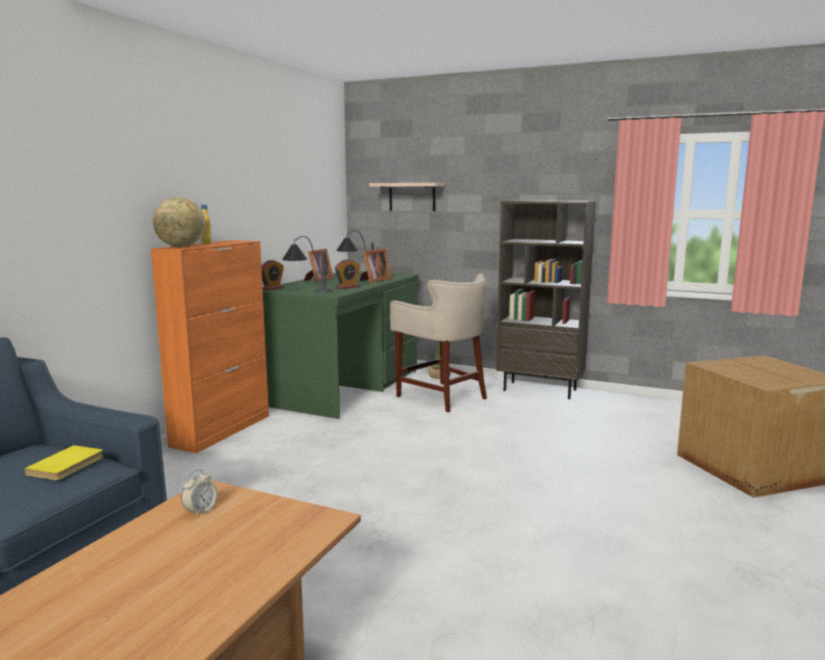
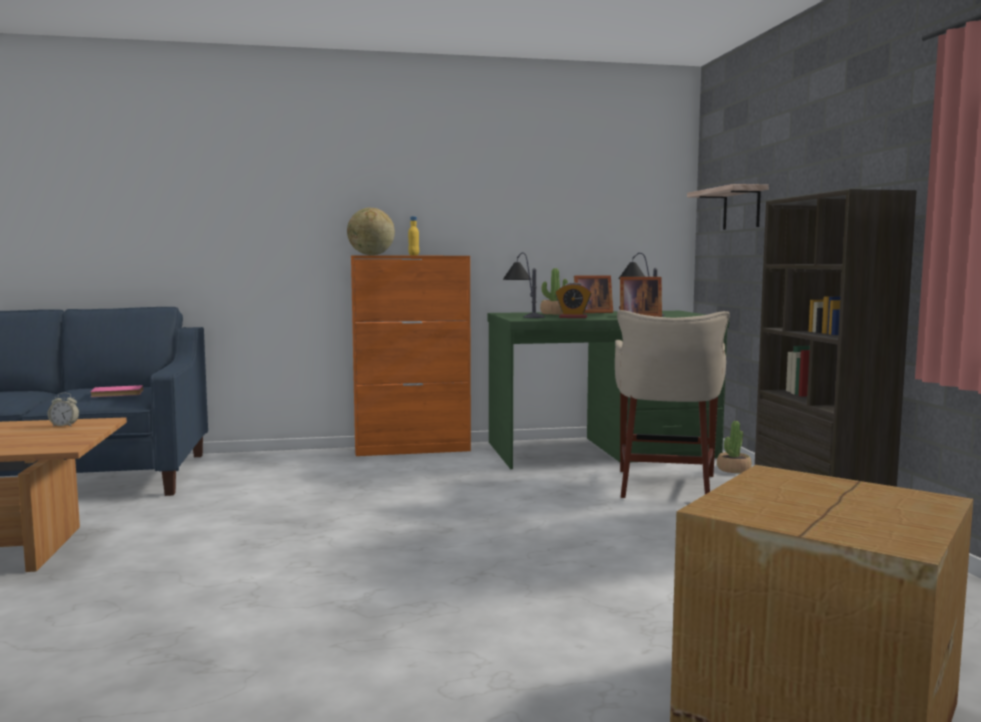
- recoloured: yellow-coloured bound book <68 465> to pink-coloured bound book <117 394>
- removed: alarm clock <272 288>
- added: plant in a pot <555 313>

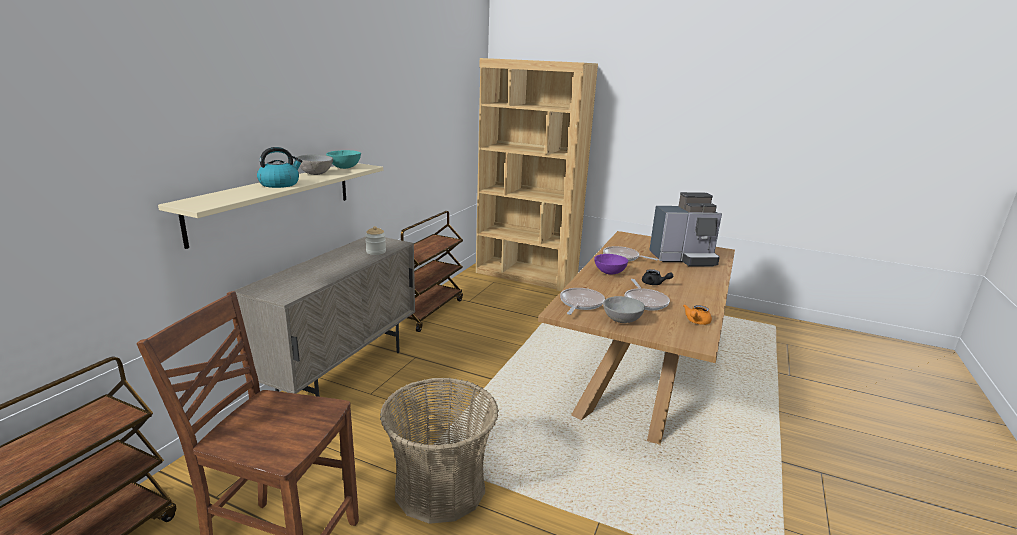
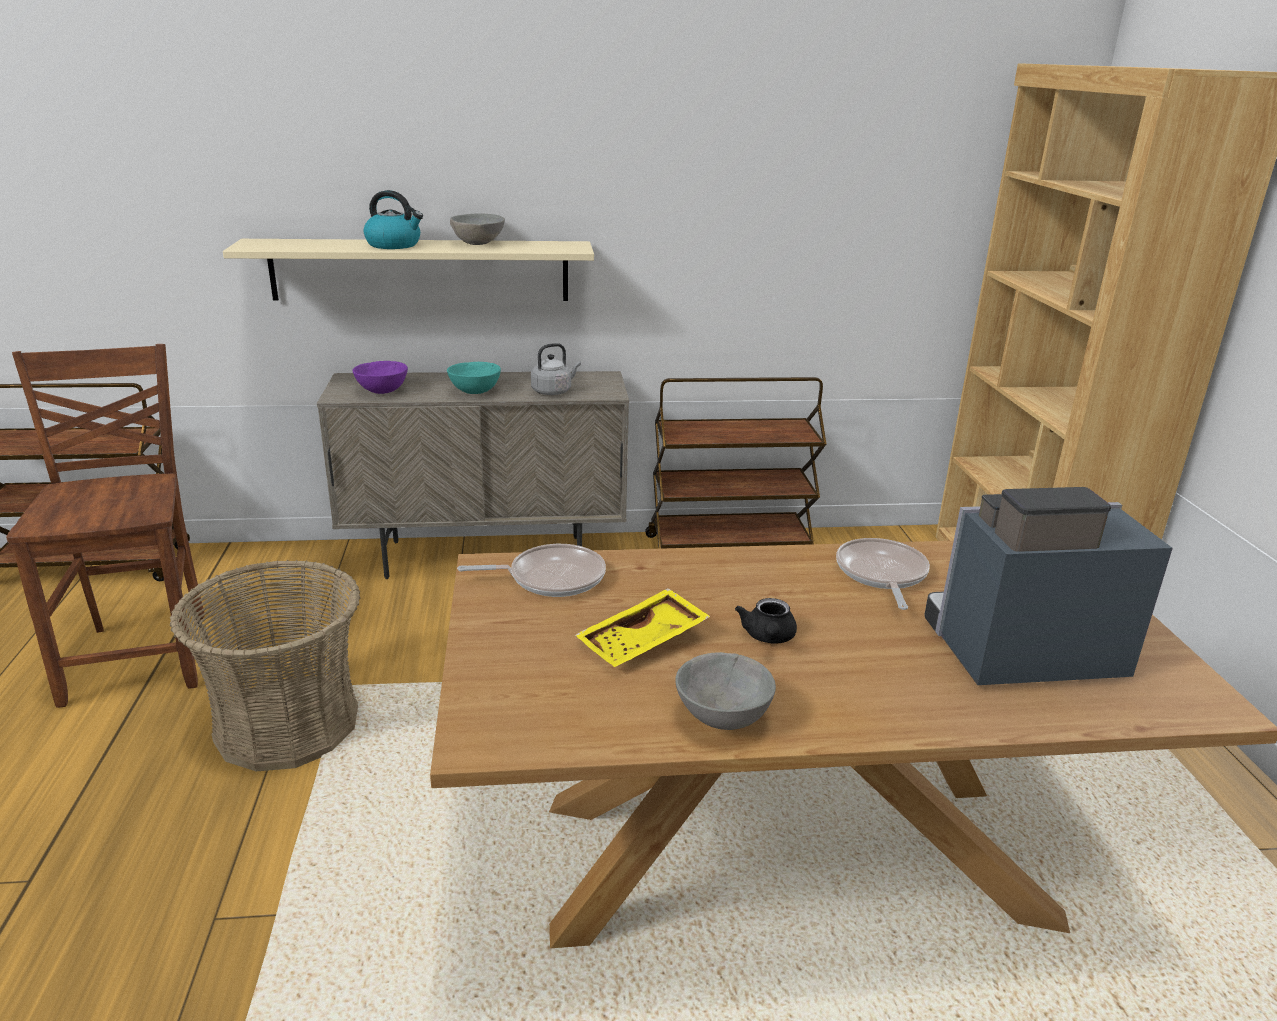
- moved: turquoise deep dish <344 168> to <474 392>
- replaced: storage jar <376 251> to grey water kettle <553 391>
- moved: purple-coloured deep dish <609 273> to <381 392>
- moved: grey deep dish <621 321> to <721 718>
- replaced: frying pan <645 301> to yellow-coloured tray <643 642>
- turned: coffee brewer <684 259> = <1017 652> 120 degrees clockwise
- removed: orange teapot <696 322>

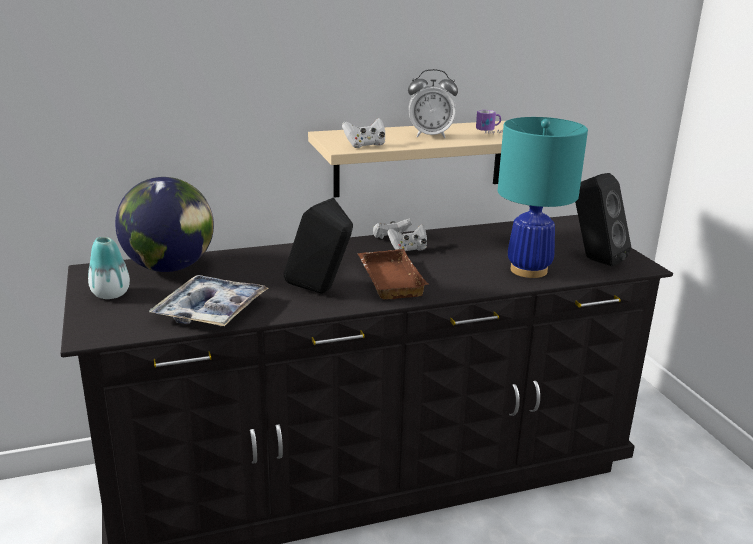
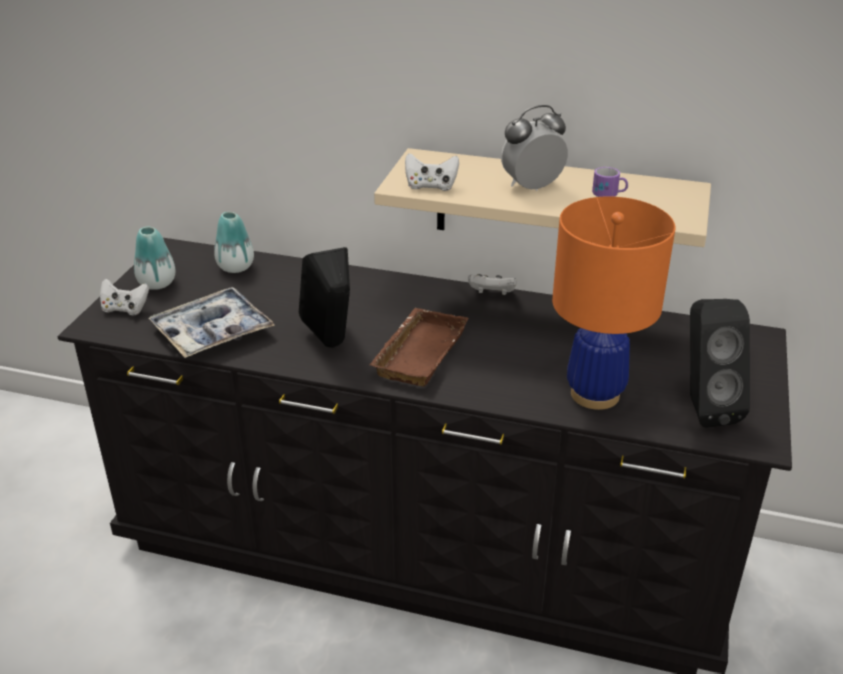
- replaced: globe <169 268> to decorative vase <235 267>
- moved: whitish joypad <408 249> to <125 309>
- turned: alarm clock <430 135> = <532 187> 120 degrees clockwise
- recoloured: turquoise tabletop lamp <528 270> to orange tabletop lamp <594 394>

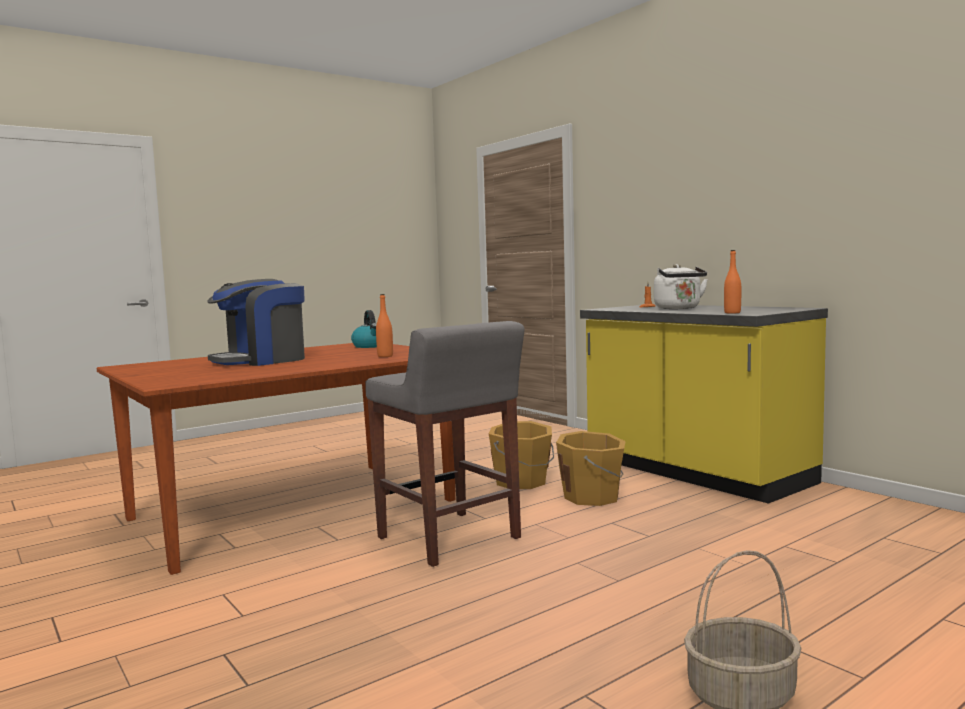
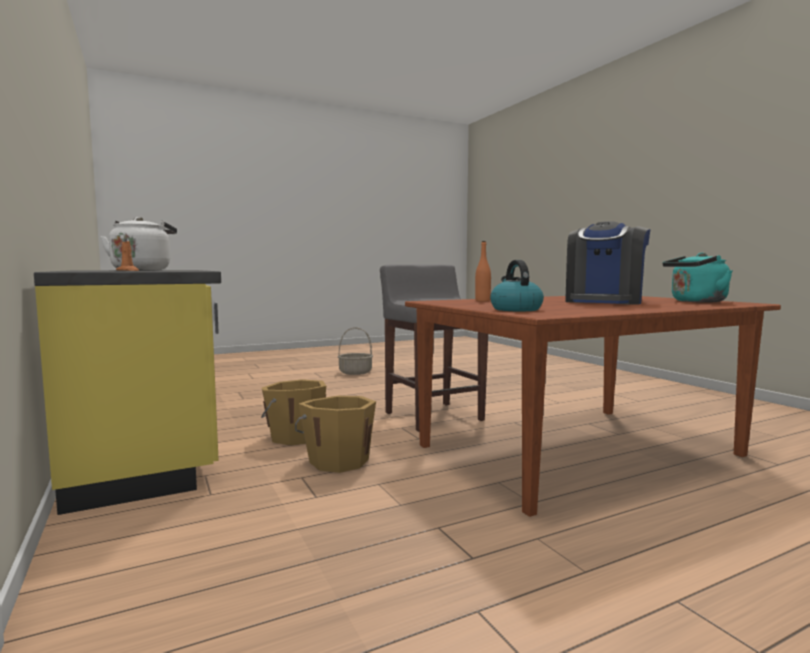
- turned: coffee brewer <261 361> = <604 302> 150 degrees clockwise
- removed: orange beverage bottle <732 313>
- added: turquoise water kettle <696 301>

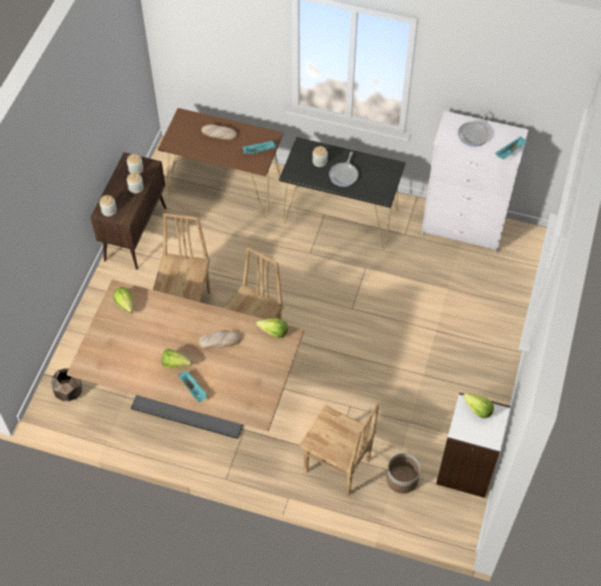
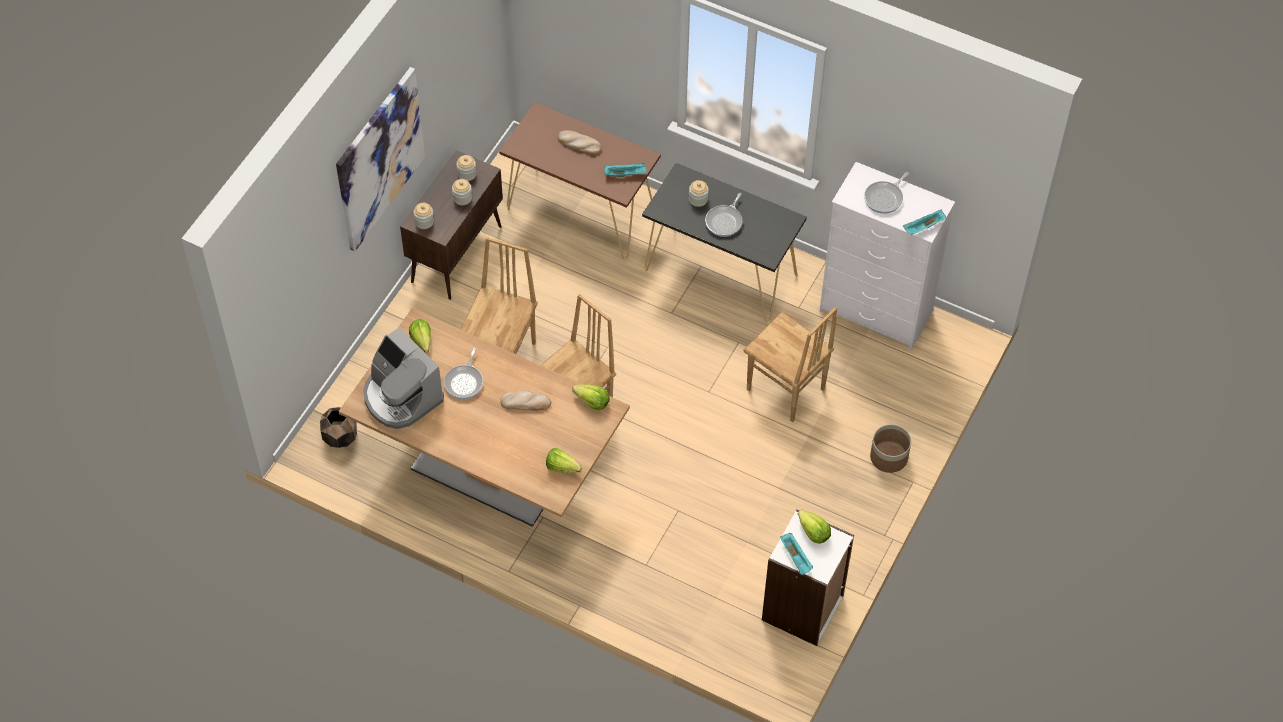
- moved: lettuce head <178 365> to <564 469>
- moved: turquoise tray <193 390> to <796 558>
- moved: brown-coloured chair <337 467> to <785 390>
- moved: planter <402 479> to <888 457>
- added: wall art <379 159>
- added: coffee brewer <401 397>
- added: frying pan <465 382>

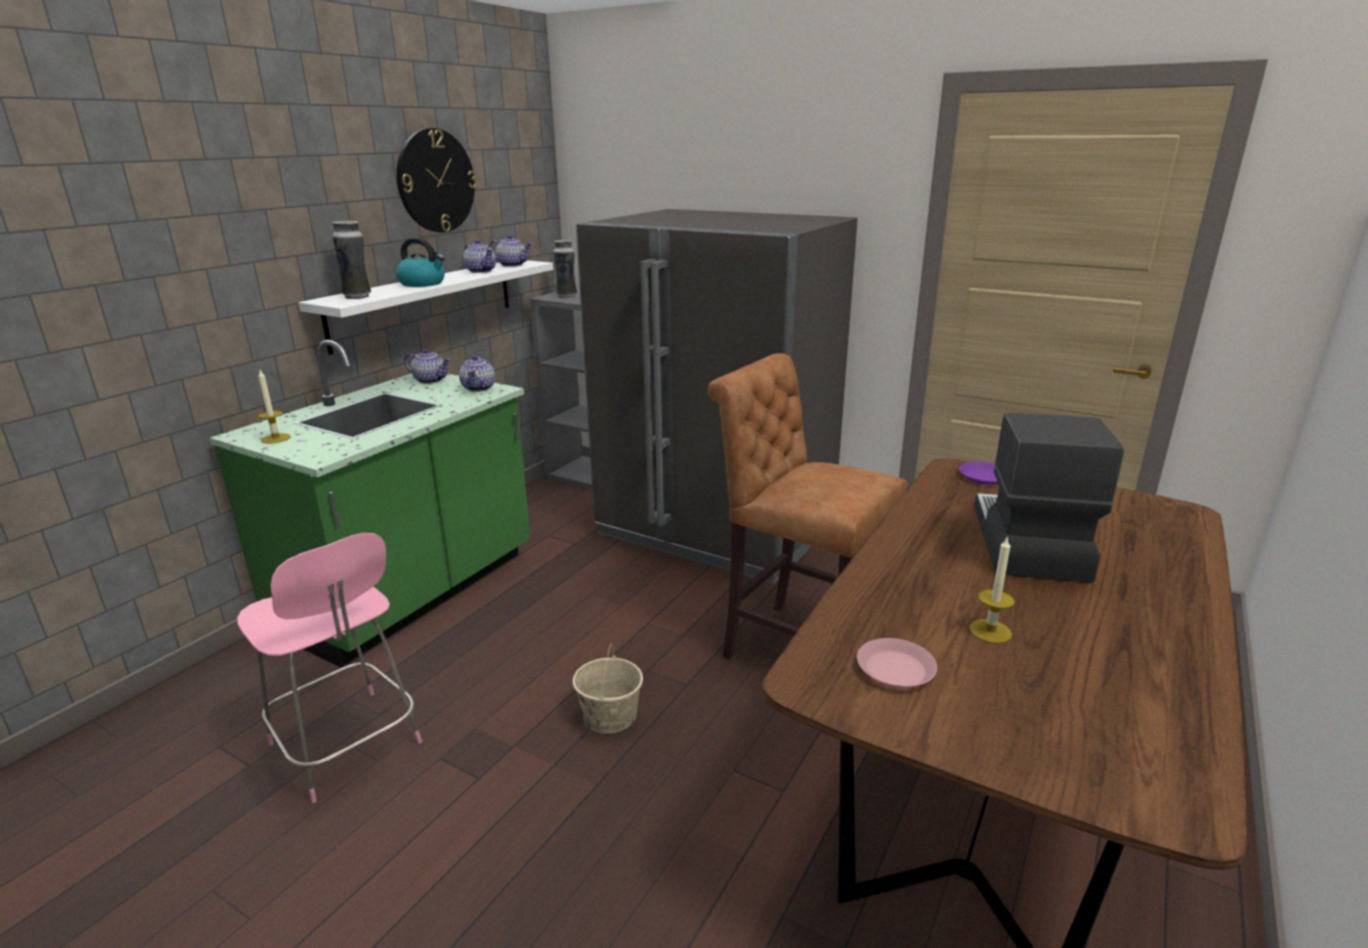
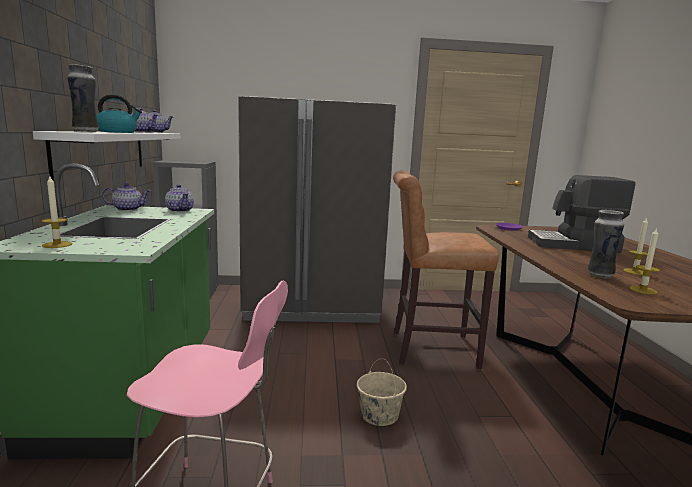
- removed: hanging clock <436 181>
- moved: decorative vase <567 296> to <599 275>
- replaced: pink-coloured dinner plate <895 670> to wax candle <643 290>
- turned: coffee brewer <1026 542> = <573 245> 60 degrees counterclockwise

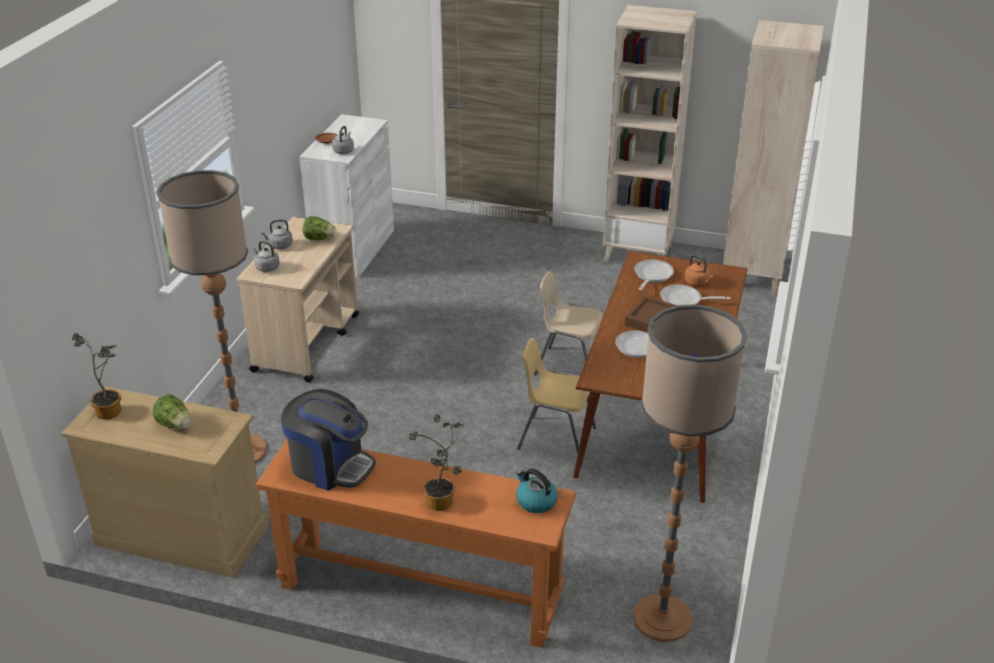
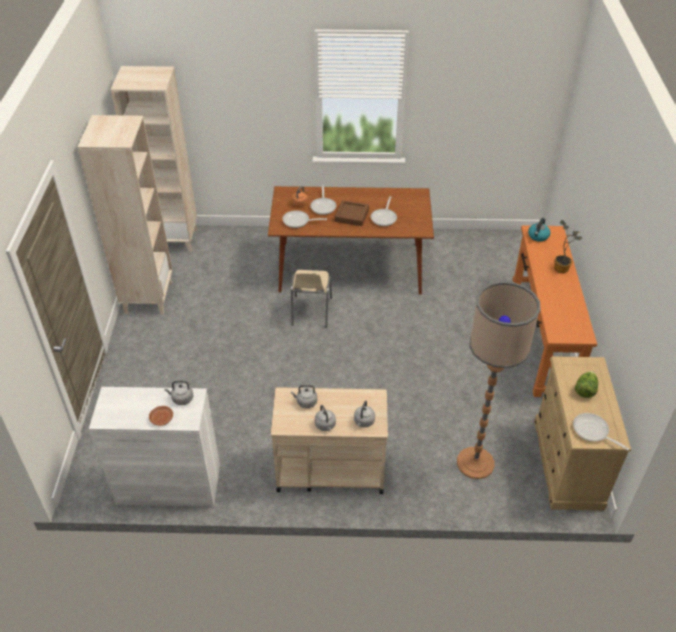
- replaced: plant in a pot <111 409> to frying pan <593 432>
- removed: coffee brewer <330 466>
- replaced: lettuce head <319 239> to grey water kettle <305 402>
- removed: yellow-coloured chair <555 439>
- removed: floor lamp <662 618>

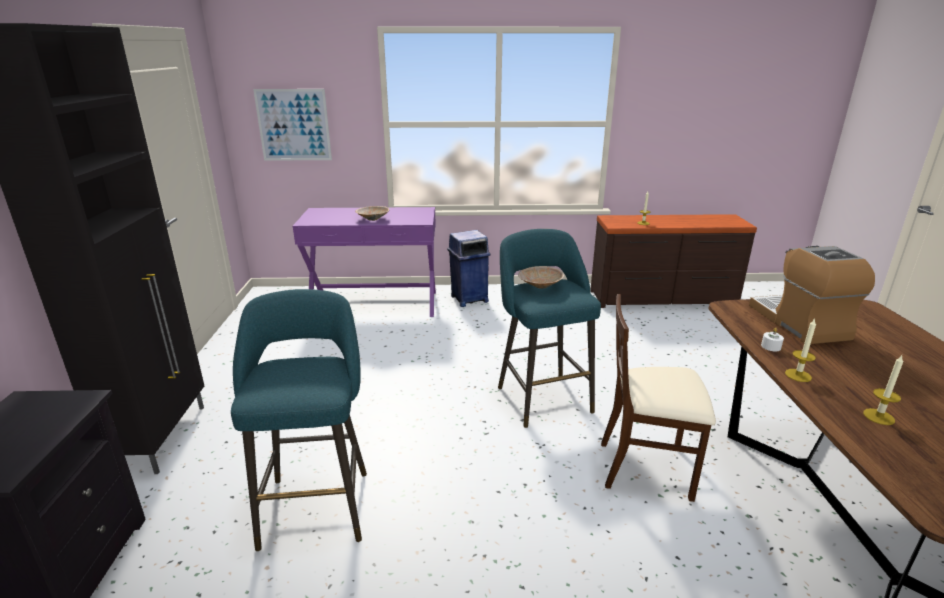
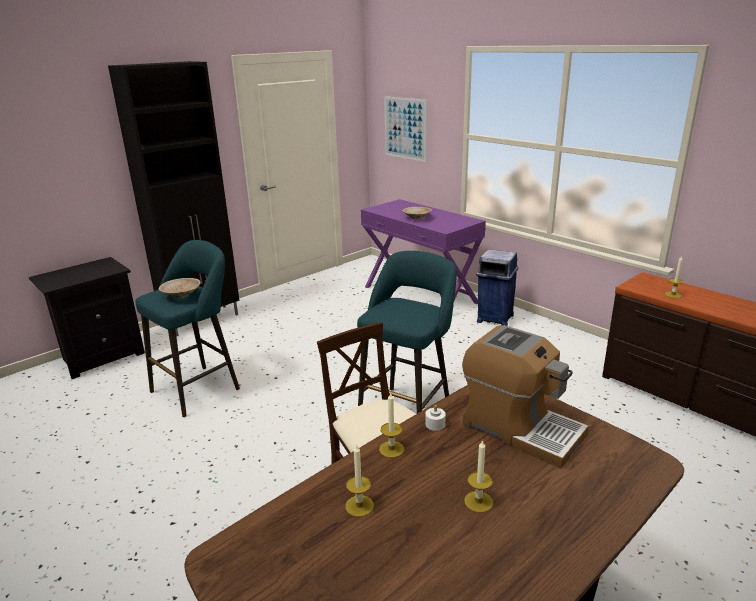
- moved: beige deep dish <540 286> to <181 295>
- turned: coffee brewer <799 323> = <520 428> 90 degrees clockwise
- added: wax candle <478 502>

